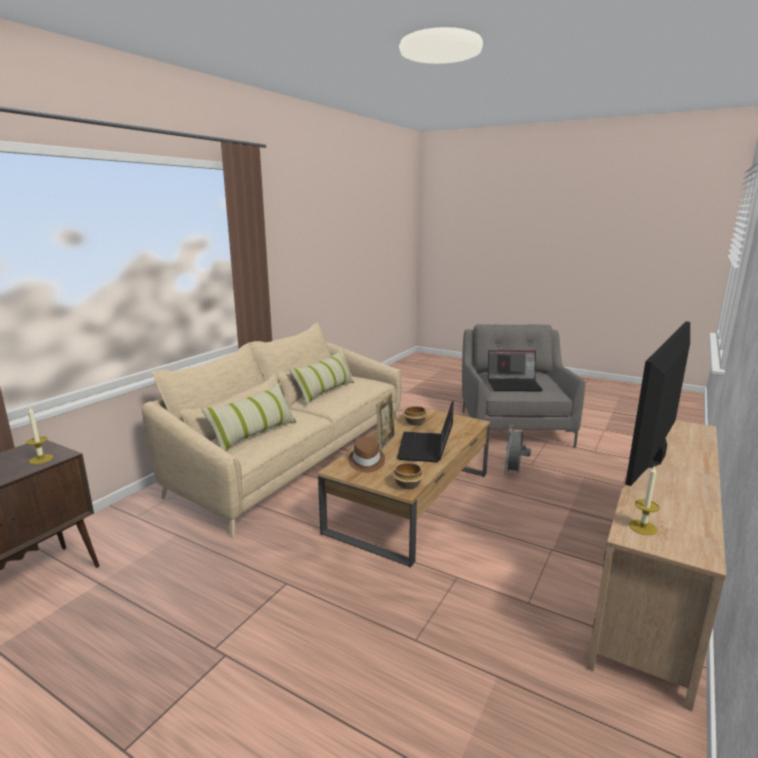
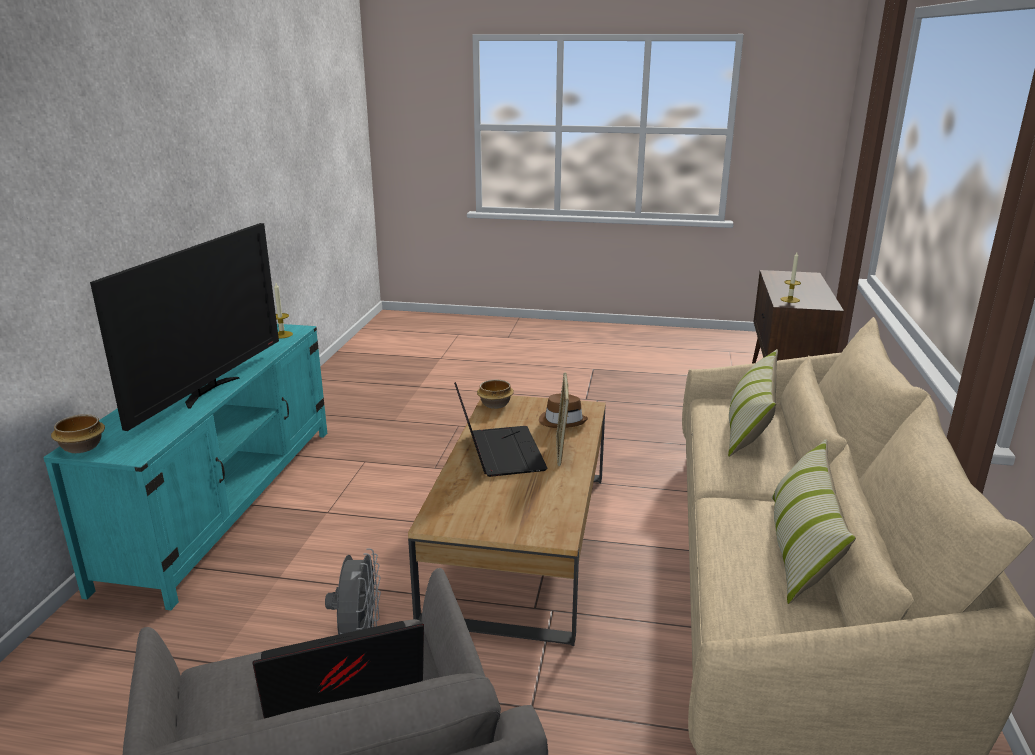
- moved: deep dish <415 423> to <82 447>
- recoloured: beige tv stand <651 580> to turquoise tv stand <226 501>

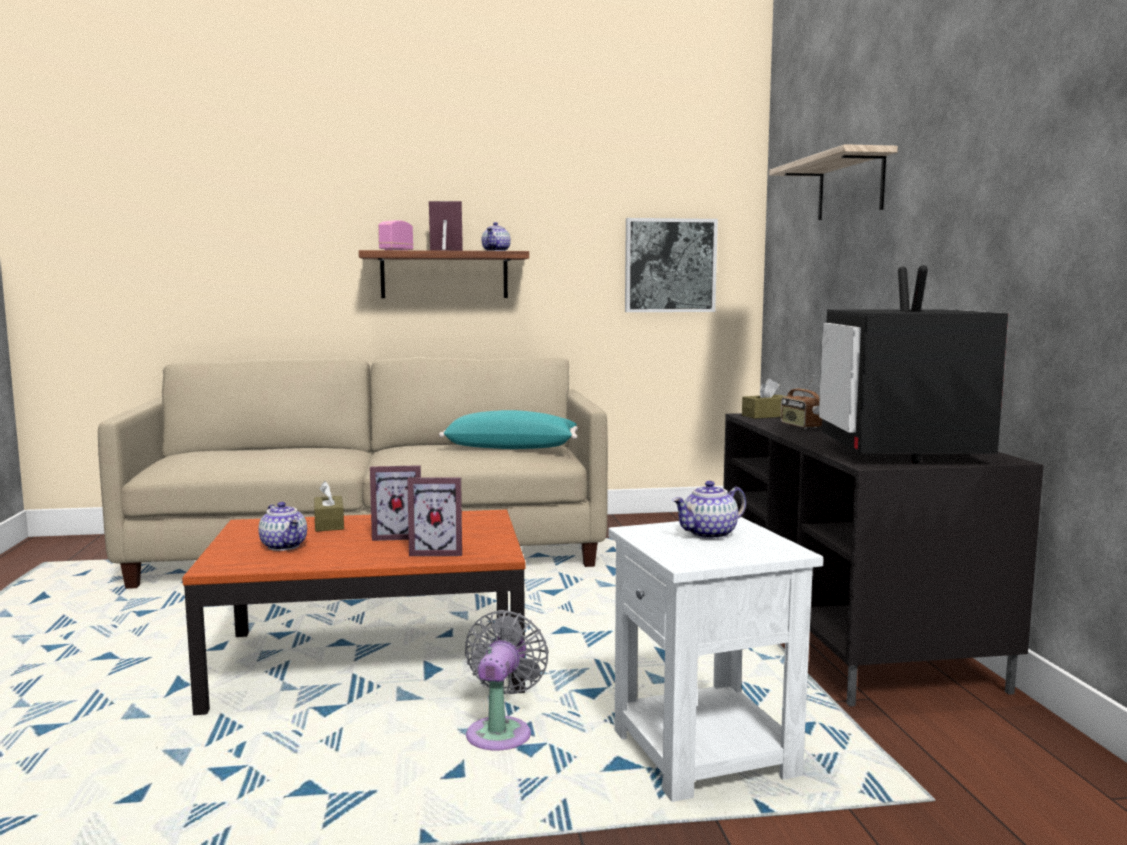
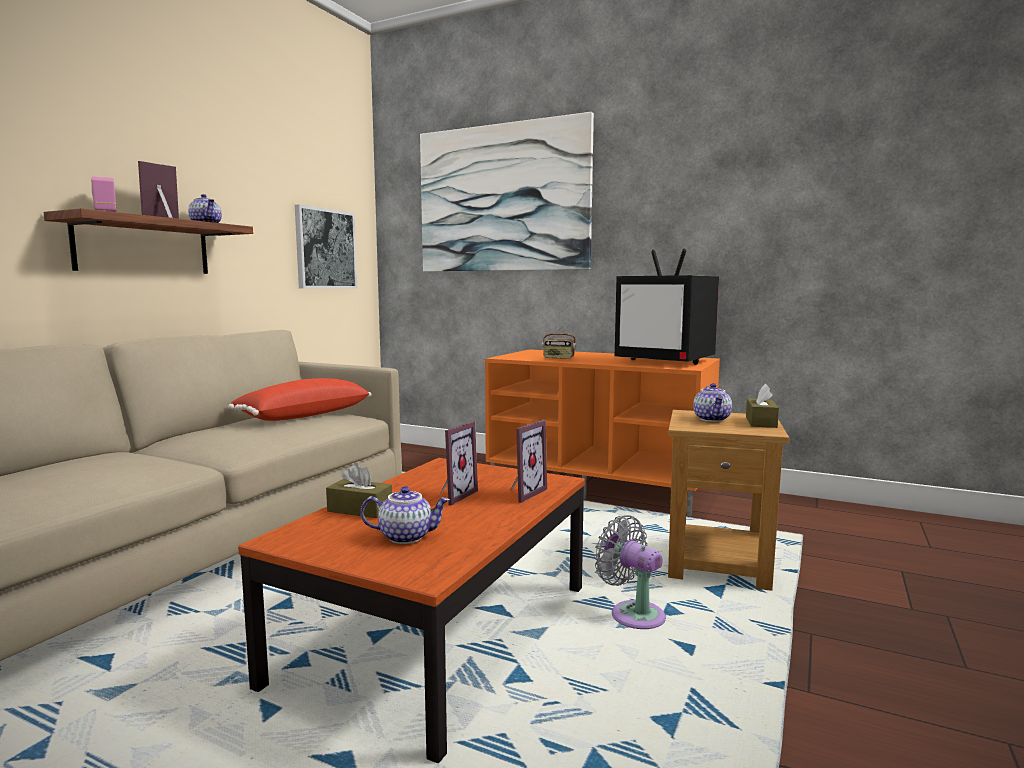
- recoloured: turquoise throw pillow <512 447> to red throw pillow <303 415>
- recoloured: whitish end table <705 755> to brown-coloured end table <719 565>
- recoloured: blackish tv stand <851 631> to orange tv stand <601 484>
- moved: brown-coloured tissue holder <766 416> to <761 422>
- replaced: wall shelf <850 187> to wall art <502 198>

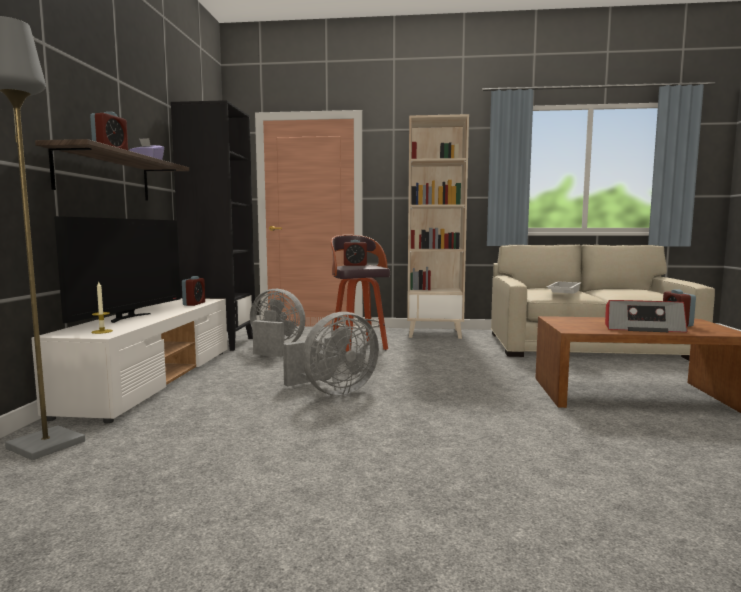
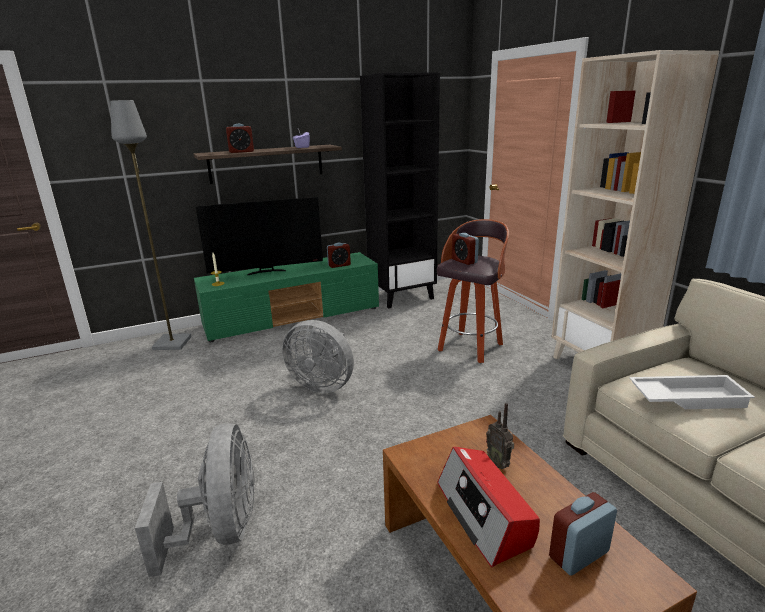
- recoloured: whitish tv stand <154 379> to green-coloured tv stand <293 317>
- moved: grey fan <275 349> to <221 530>
- added: radio set <499 463>

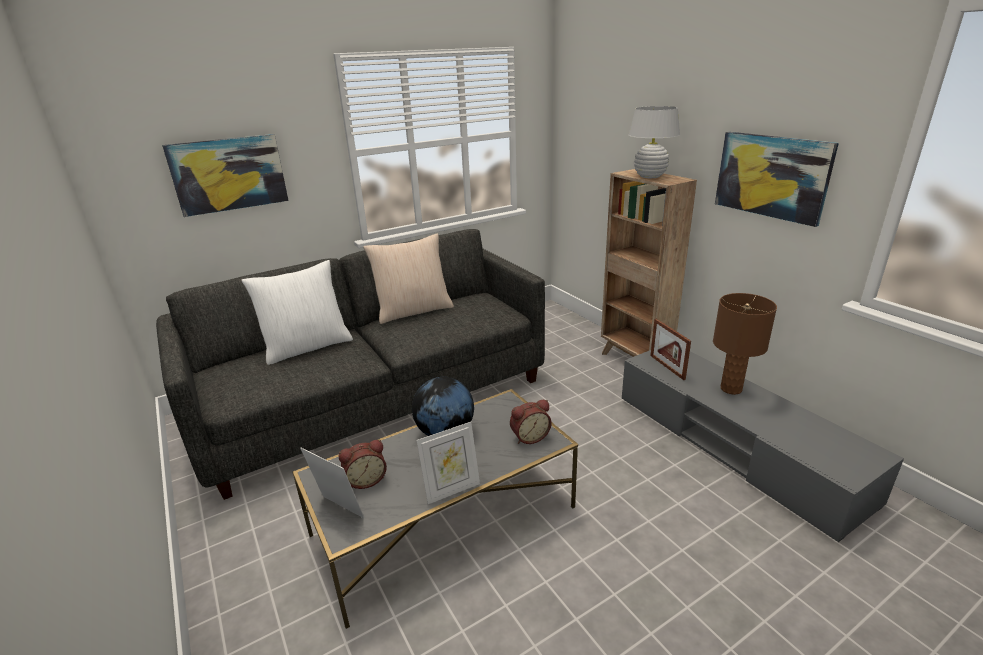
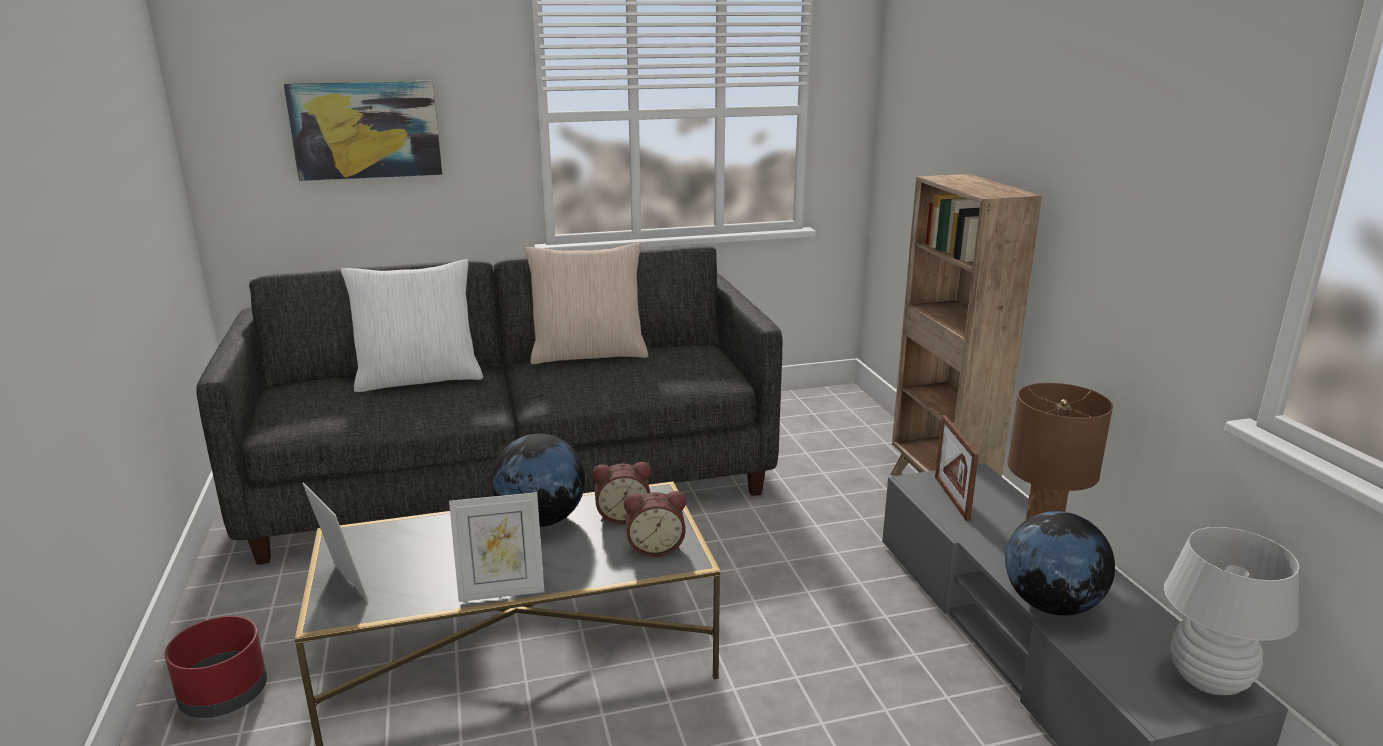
- moved: alarm clock <366 479> to <623 516>
- moved: whitish tabletop lamp <650 176> to <1208 681>
- removed: wall art <771 176>
- added: red planter <224 694>
- added: globe <1051 605>

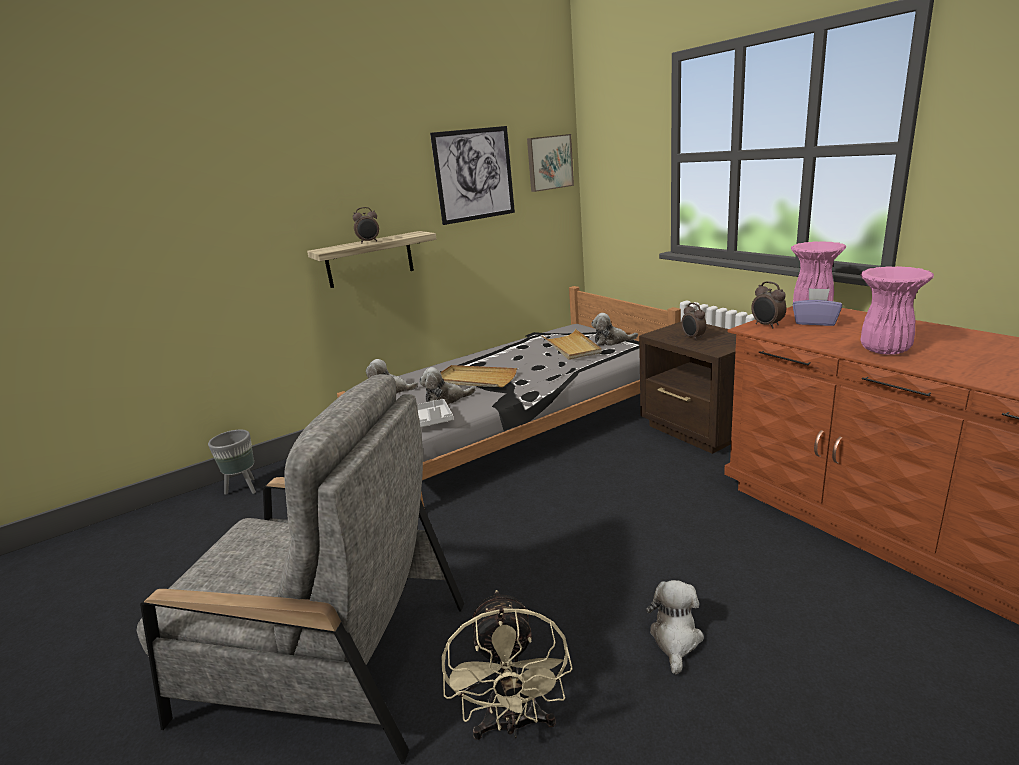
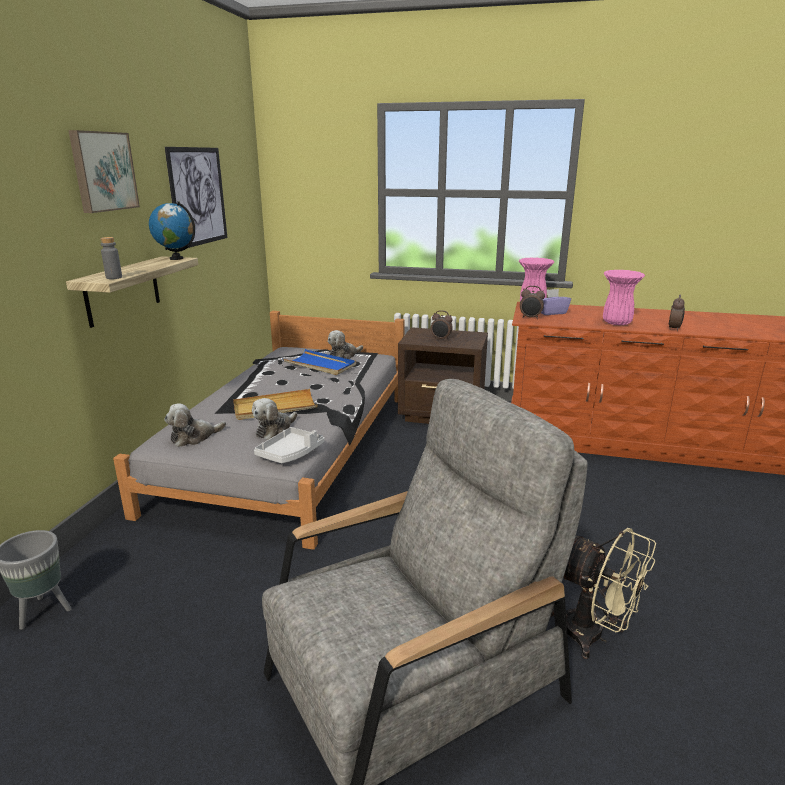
- moved: alarm clock <369 242> to <674 329>
- moved: wall art <549 162> to <102 171>
- recoloured: beige tray <571 347> to bluish tray <320 365>
- removed: plush toy <675 639>
- added: grey beverage bottle <114 277>
- added: globe <176 258>

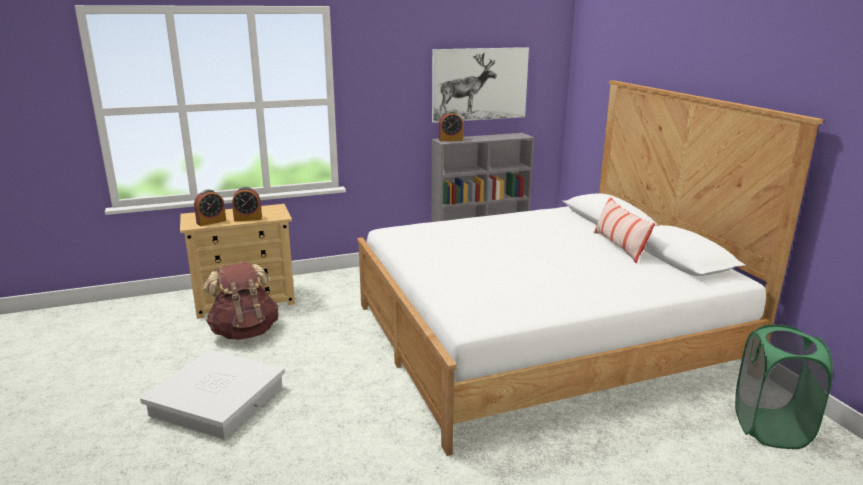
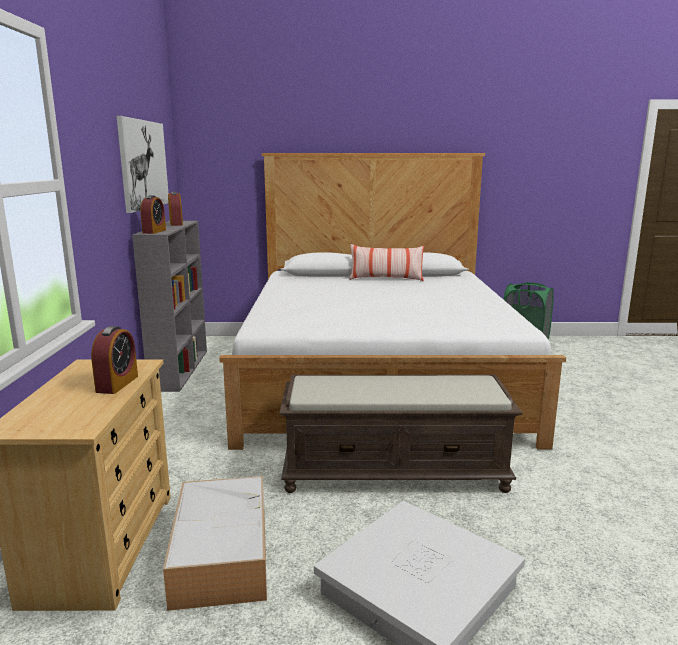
- moved: alarm clock <211 222> to <176 224>
- replaced: brown-coloured rucksack <245 332> to storage box <221 552>
- added: brown-coloured bench <395 473>

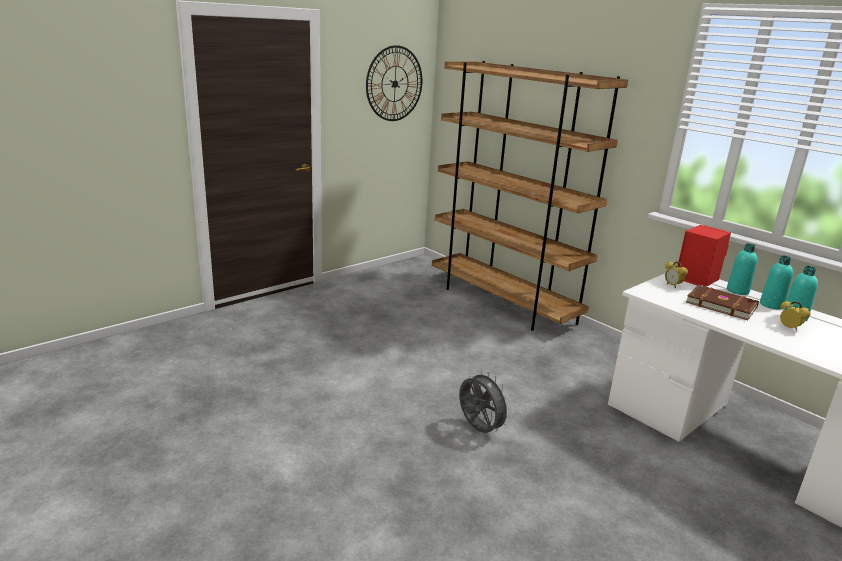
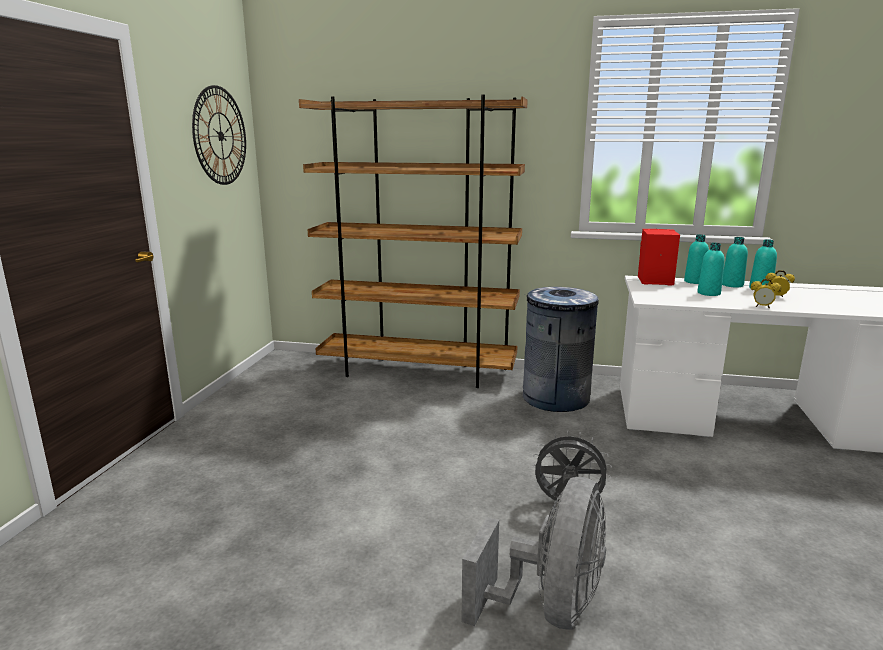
- moved: alarm clock <672 286> to <762 307>
- replaced: brown-coloured bound book <721 304> to turquoise beverage bottle <708 293>
- added: grey fan <549 607>
- added: grey trash can <555 398>

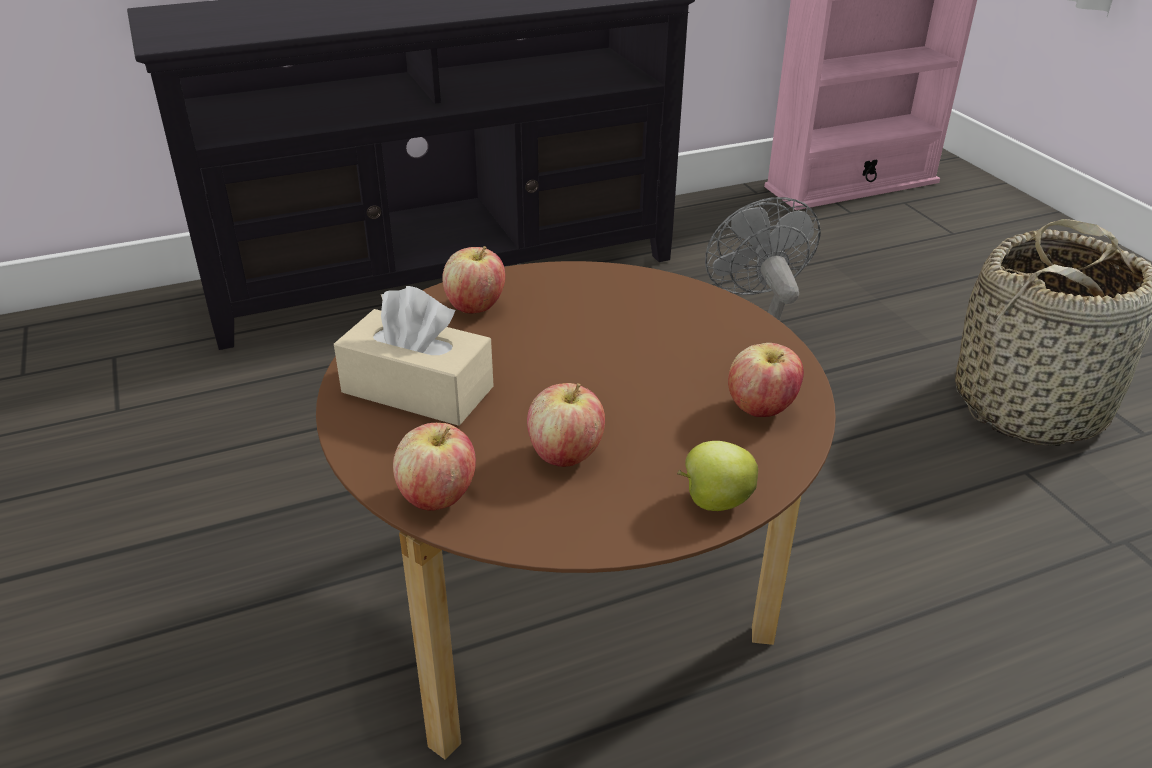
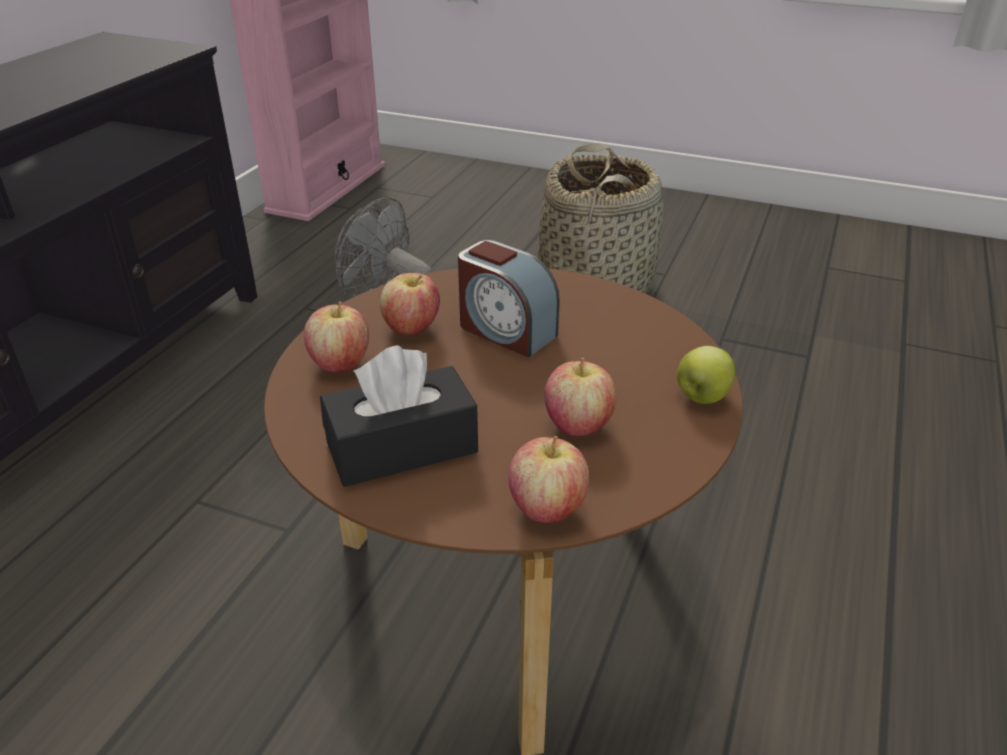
- recoloured: beige tissue holder <417 390> to blackish tissue holder <402 447>
- moved: apple <761 409> to <411 329>
- added: alarm clock <505 331>

